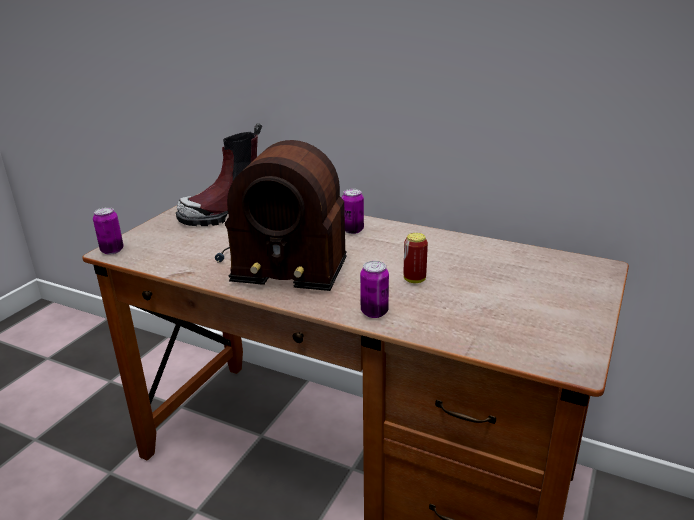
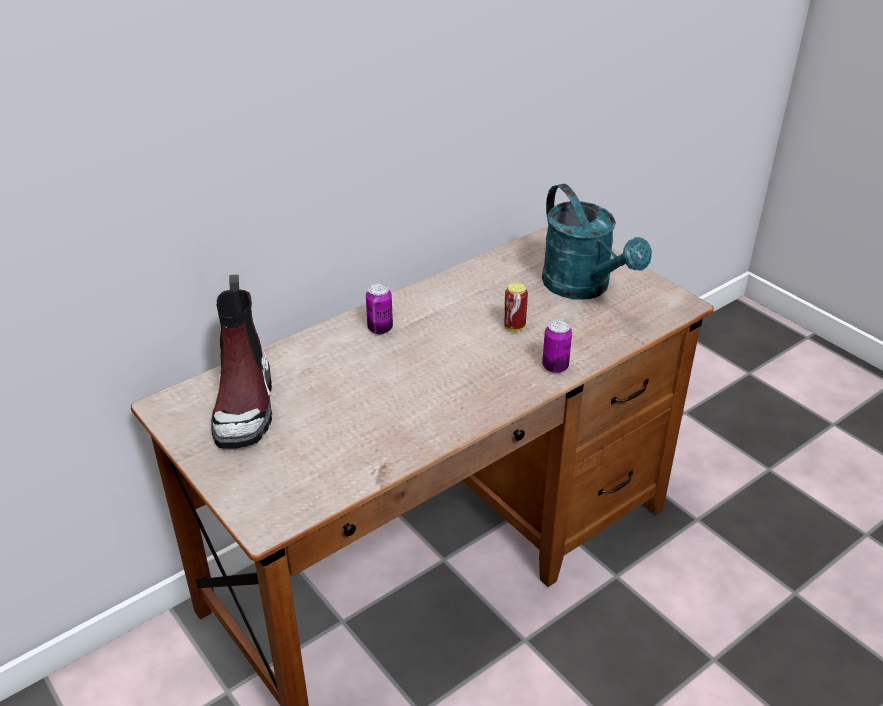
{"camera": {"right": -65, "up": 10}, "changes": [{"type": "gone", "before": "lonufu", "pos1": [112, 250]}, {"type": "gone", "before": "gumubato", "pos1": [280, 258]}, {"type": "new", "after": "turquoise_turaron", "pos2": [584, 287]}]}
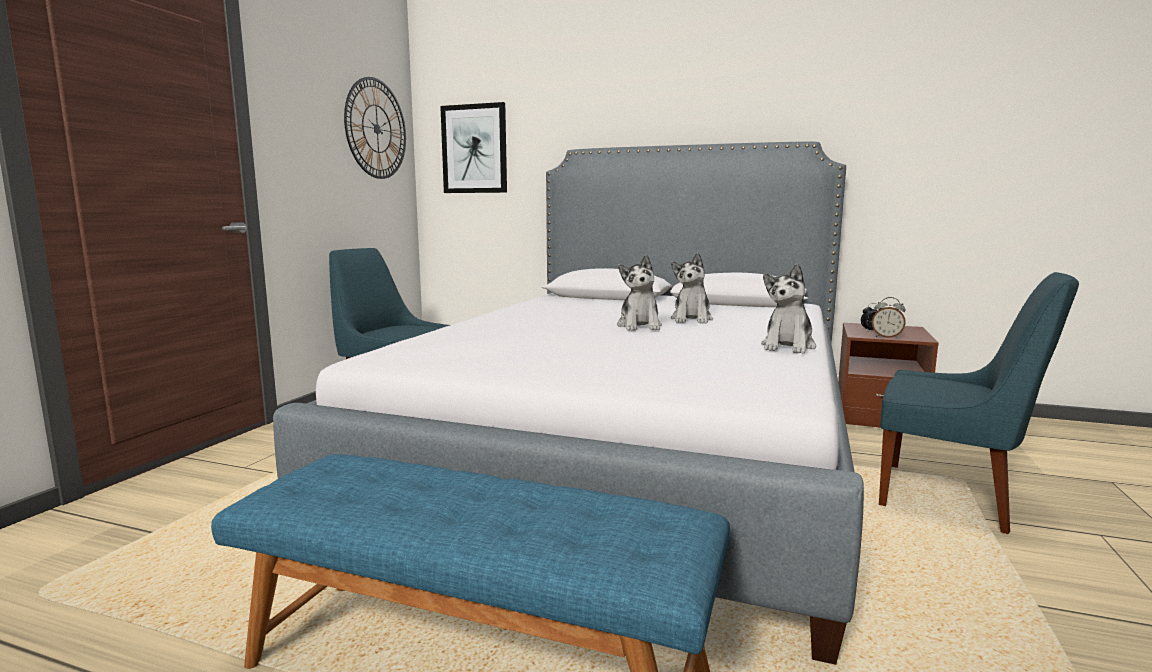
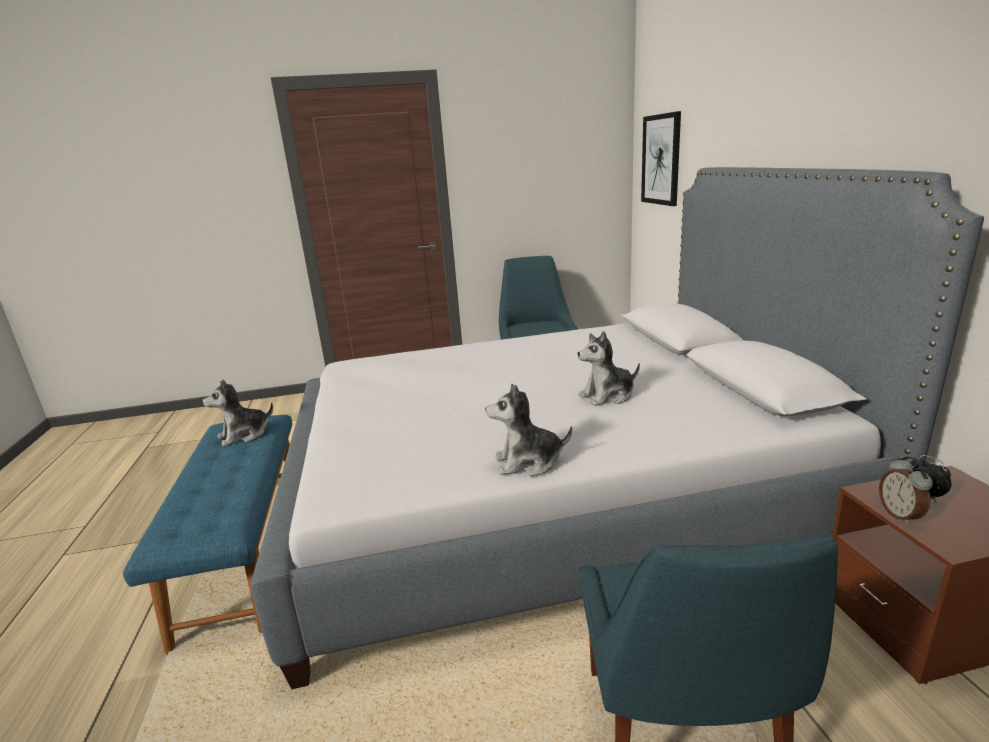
{"camera": {"right": 60, "up": 10}, "changes": [{"type": "gone", "before": "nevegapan", "pos1": [376, 129]}, {"type": "shifted", "before": "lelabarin", "pos1": [639, 326], "pos2": [244, 435]}]}
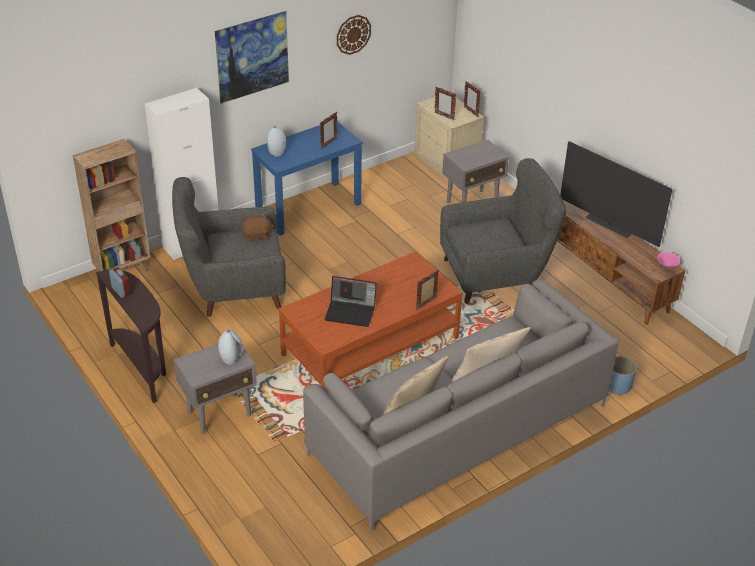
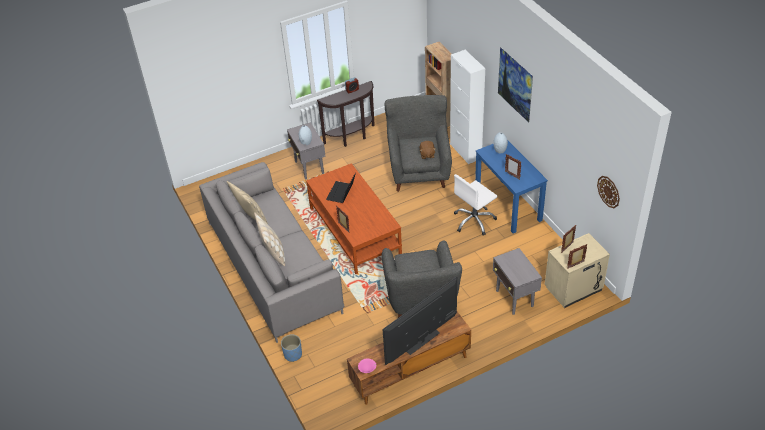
{"camera": {"right": 100, "up": 5}, "changes": [{"type": "shifted", "before": "nevegapan", "pos1": [353, 34], "pos2": [608, 191]}, {"type": "new", "after": "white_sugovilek", "pos2": [474, 221]}]}
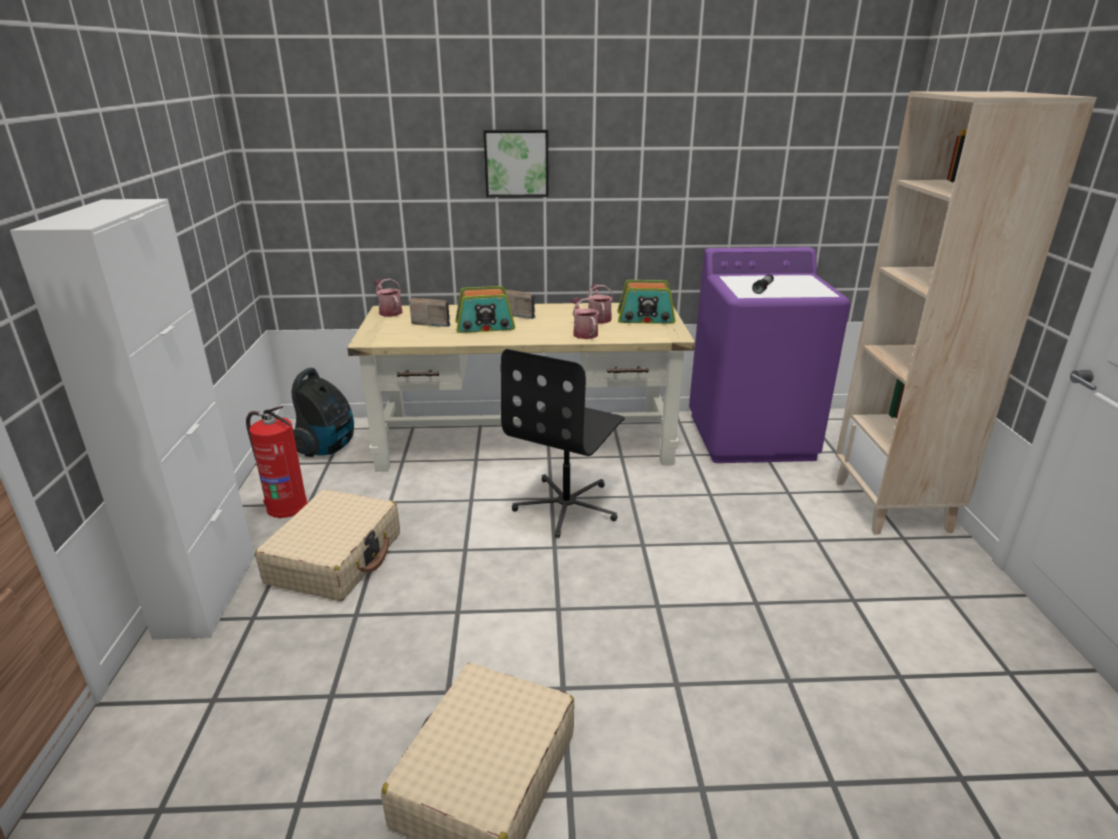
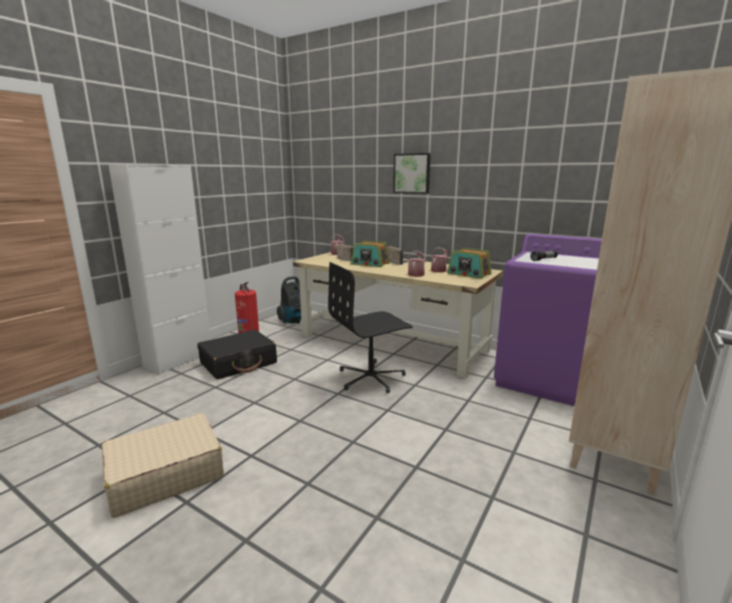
{"camera": {"right": 35, "up": -10}, "changes": [{"type": "repainted", "before": "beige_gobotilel", "after": "black_gobotilel", "pos1": [336, 558], "pos2": [239, 363]}]}
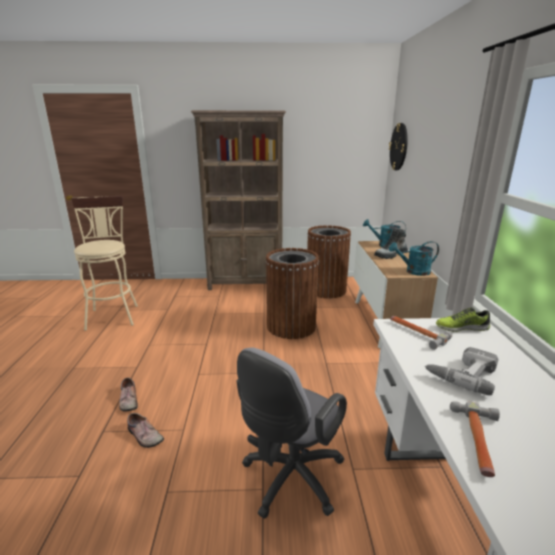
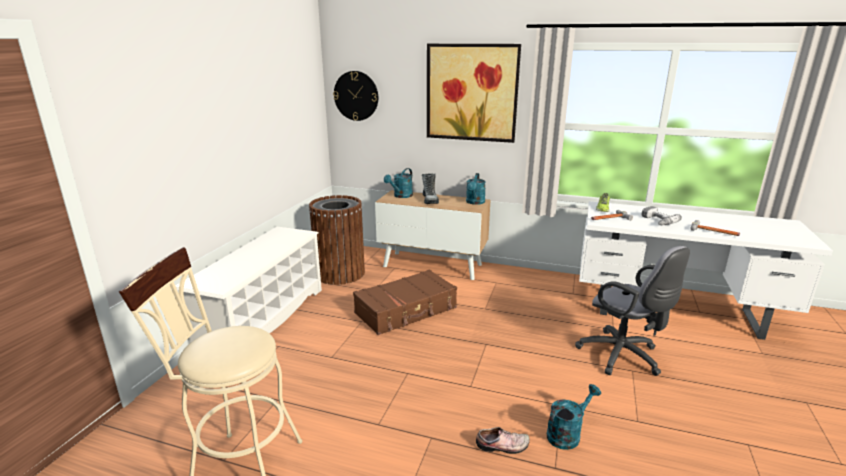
{"camera": {"right": -70, "up": 0}, "changes": [{"type": "swapped", "before": "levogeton", "after": "turquoise_turaron", "pos1": [144, 436], "pos2": [567, 434]}, {"type": "swapped", "before": "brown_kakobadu", "after": "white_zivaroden", "pos1": [246, 284], "pos2": [263, 319]}, {"type": "swapped", "before": "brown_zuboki", "after": "brown_gobotilel", "pos1": [291, 326], "pos2": [406, 311]}, {"type": "new", "after": "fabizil", "pos2": [471, 93]}]}
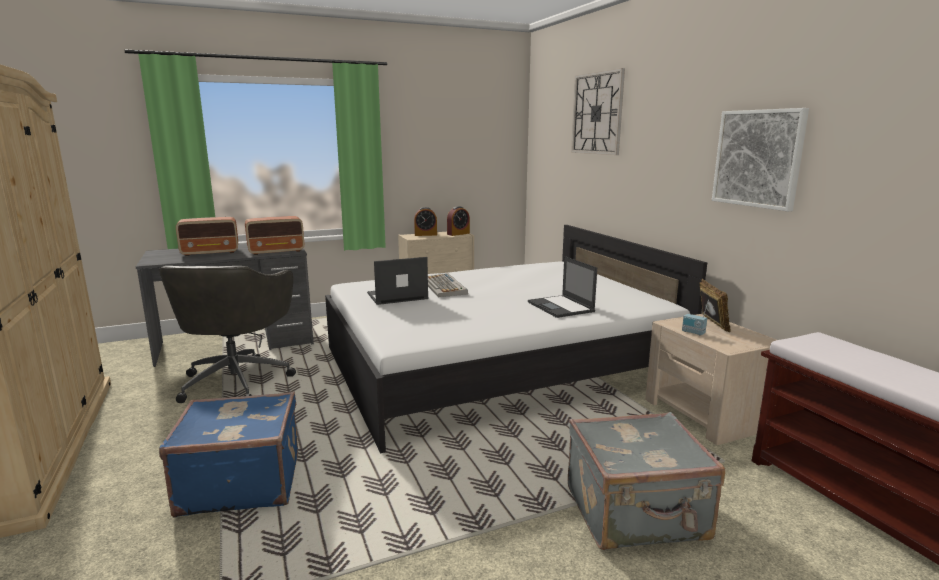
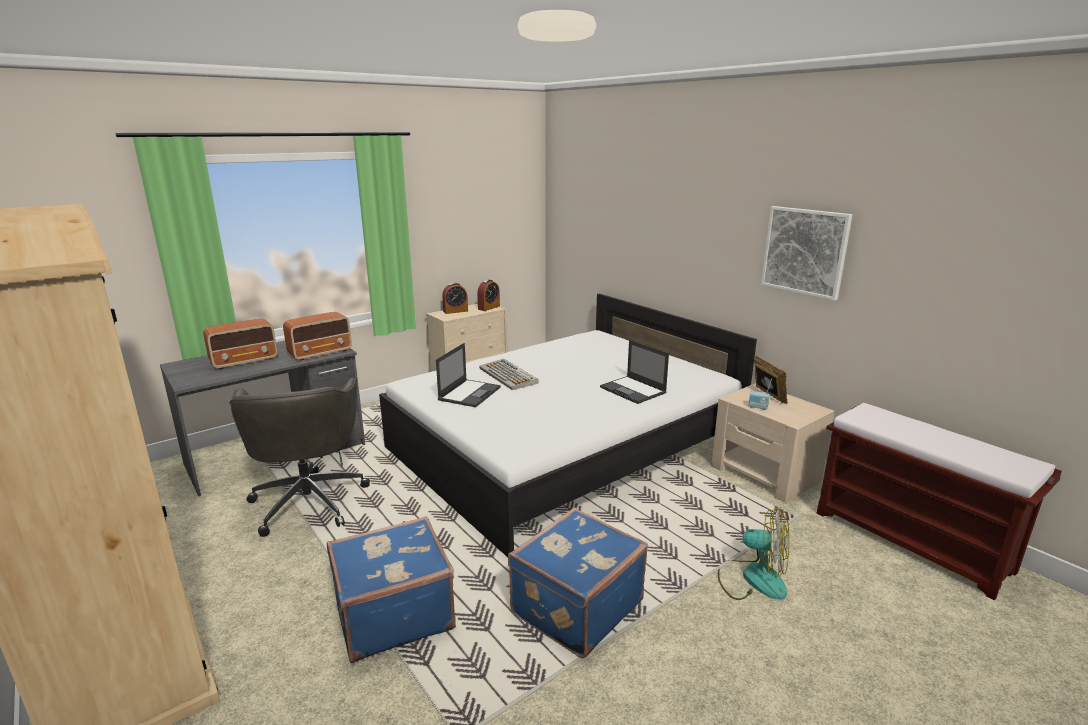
{"camera": {"right": -15, "up": 5}, "changes": [{"type": "rotated", "before": "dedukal", "pos1": [396, 296], "pos2": [470, 393], "turn": 150}, {"type": "swapped", "before": "grey_gobotilel", "after": "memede", "pos1": [636, 514], "pos2": [753, 578]}, {"type": "gone", "before": "nevegapan", "pos1": [597, 113]}, {"type": "new", "after": "blue_gobotilel", "pos2": [574, 607]}]}
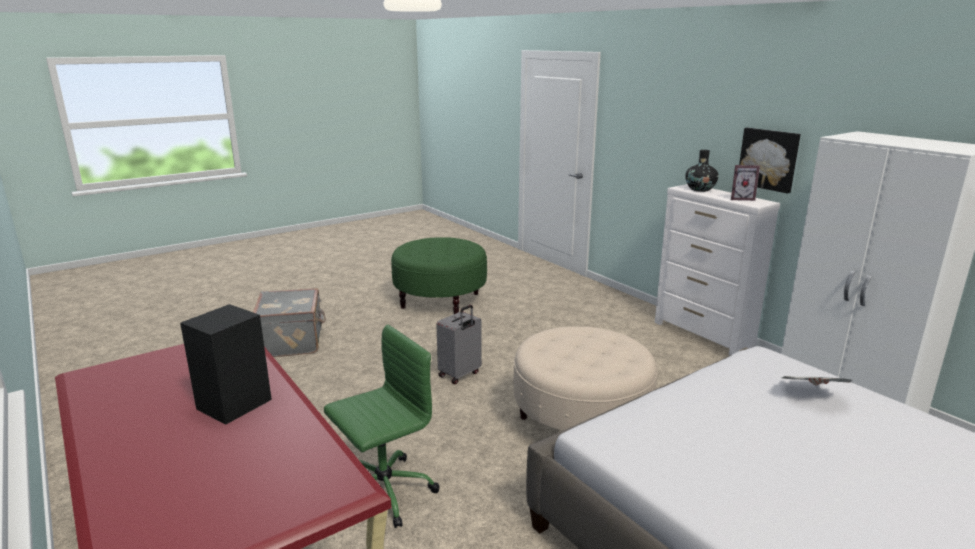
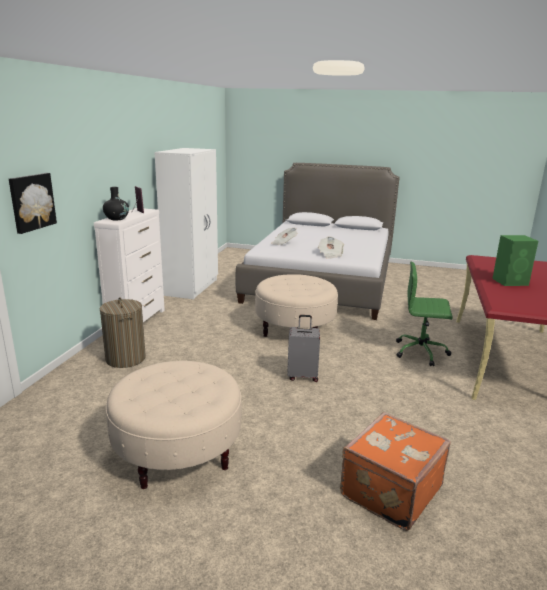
{"camera": {"right": -130, "up": 0}, "changes": [{"type": "repainted", "before": "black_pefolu", "after": "green_pefolu", "pos1": [232, 405], "pos2": [511, 282]}, {"type": "repainted", "before": "grey_gobotilel", "after": "orange_gobotilel", "pos1": [292, 342], "pos2": [389, 490]}, {"type": "repainted", "before": "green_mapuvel", "after": "beige_mapuvel", "pos1": [440, 300], "pos2": [177, 452]}, {"type": "shifted", "before": "fabizil", "pos1": [768, 159], "pos2": [31, 202]}, {"type": "new", "after": "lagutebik", "pos2": [125, 358]}, {"type": "new", "after": "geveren", "pos2": [330, 255]}]}
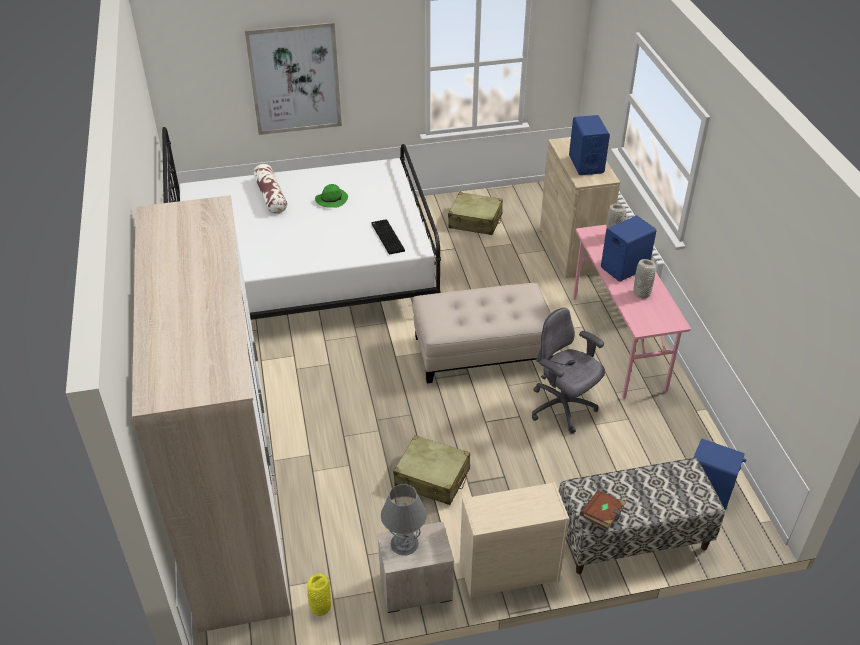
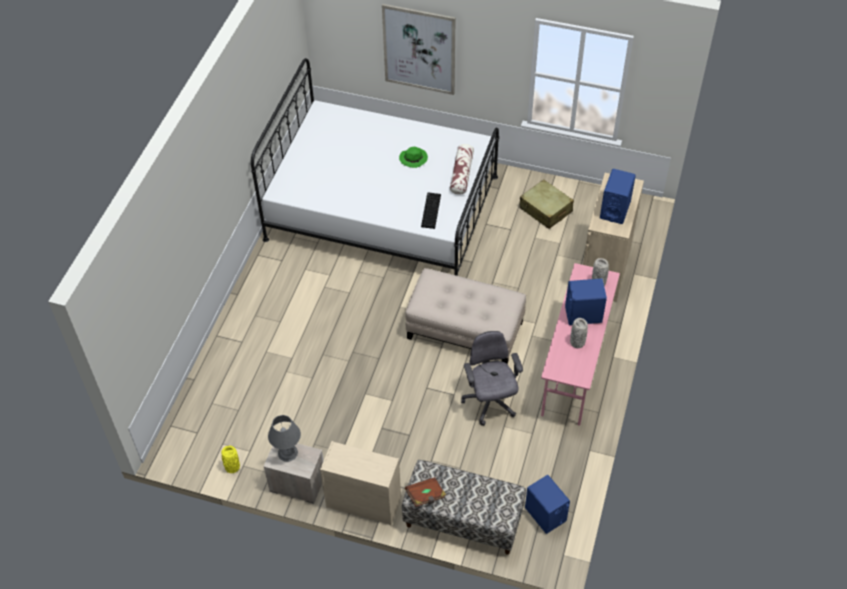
{"camera": {"right": 30, "up": 10}, "changes": [{"type": "gone", "before": "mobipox", "pos1": [236, 509]}, {"type": "shifted", "before": "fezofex", "pos1": [270, 196], "pos2": [461, 174]}, {"type": "gone", "before": "beige_gobotilel", "pos1": [432, 478]}]}
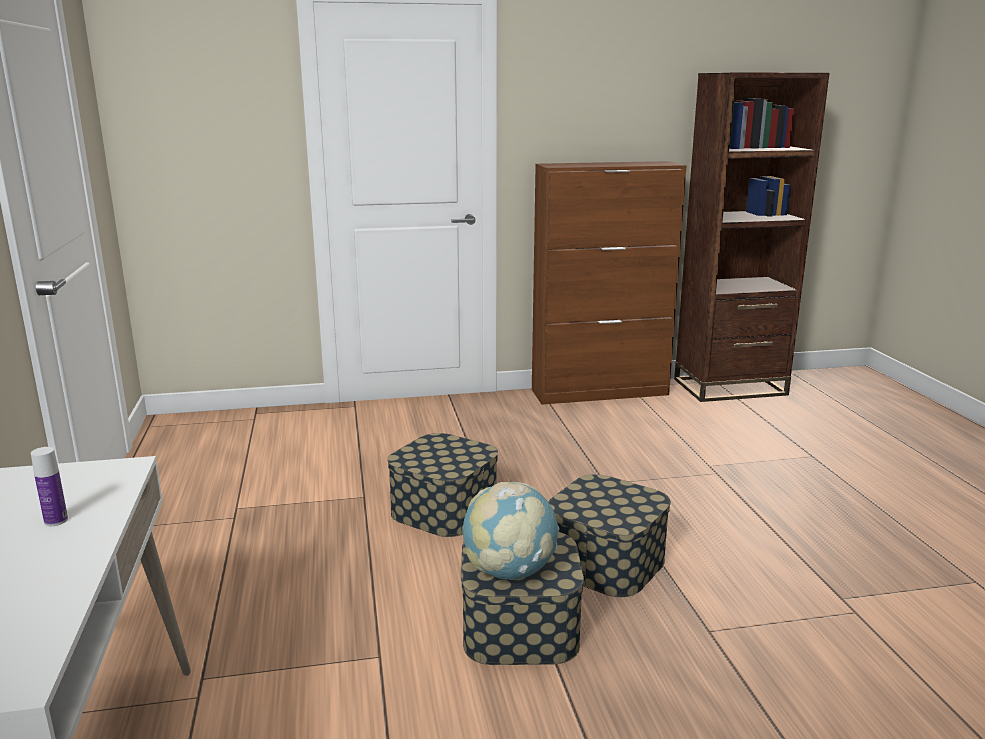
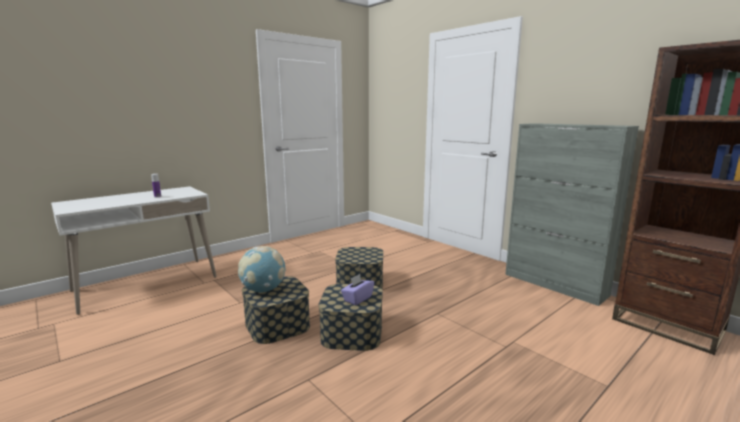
{"camera": {"right": 60, "up": -5}, "changes": [{"type": "repainted", "before": "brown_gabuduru", "after": "grey_gabuduru", "pos1": [600, 392], "pos2": [555, 285]}, {"type": "new", "after": "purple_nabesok", "pos2": [357, 299]}]}
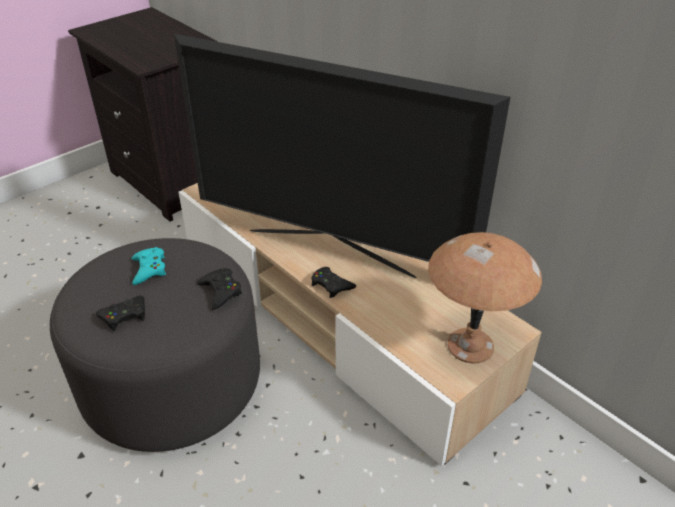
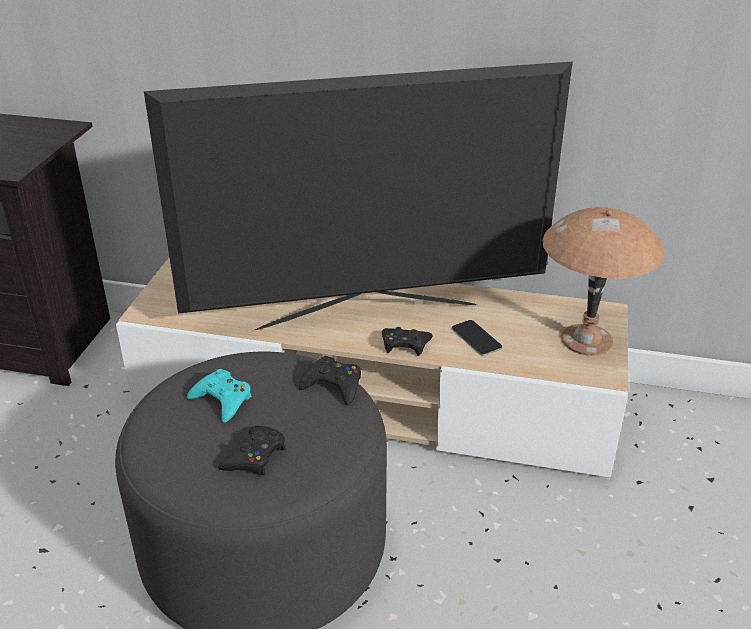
{"camera": {"right": -35, "up": -5}, "changes": [{"type": "new", "after": "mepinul", "pos2": [476, 338]}]}
